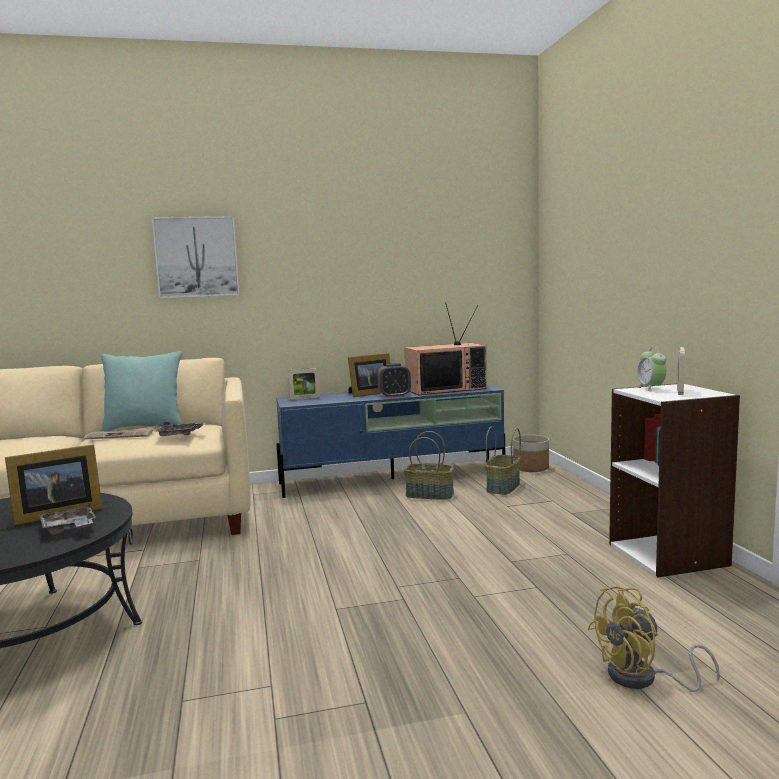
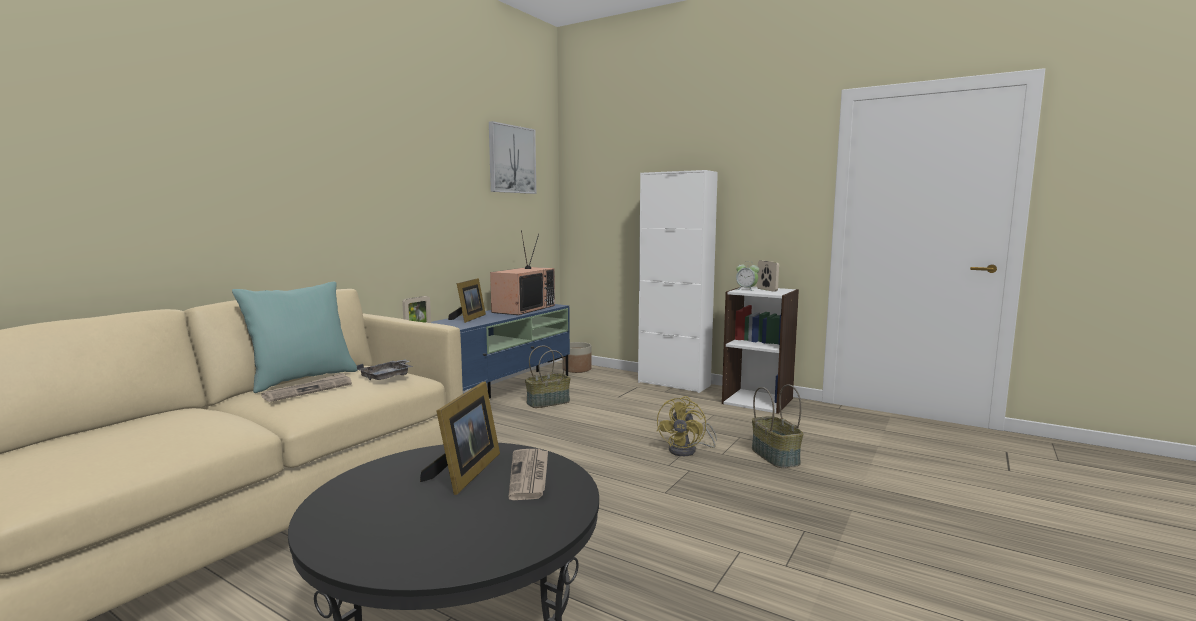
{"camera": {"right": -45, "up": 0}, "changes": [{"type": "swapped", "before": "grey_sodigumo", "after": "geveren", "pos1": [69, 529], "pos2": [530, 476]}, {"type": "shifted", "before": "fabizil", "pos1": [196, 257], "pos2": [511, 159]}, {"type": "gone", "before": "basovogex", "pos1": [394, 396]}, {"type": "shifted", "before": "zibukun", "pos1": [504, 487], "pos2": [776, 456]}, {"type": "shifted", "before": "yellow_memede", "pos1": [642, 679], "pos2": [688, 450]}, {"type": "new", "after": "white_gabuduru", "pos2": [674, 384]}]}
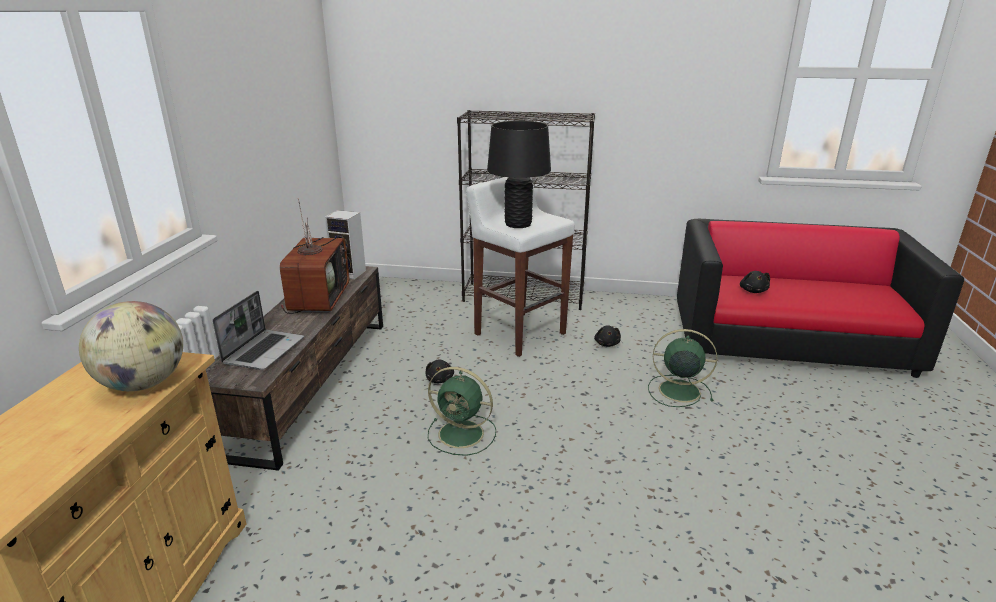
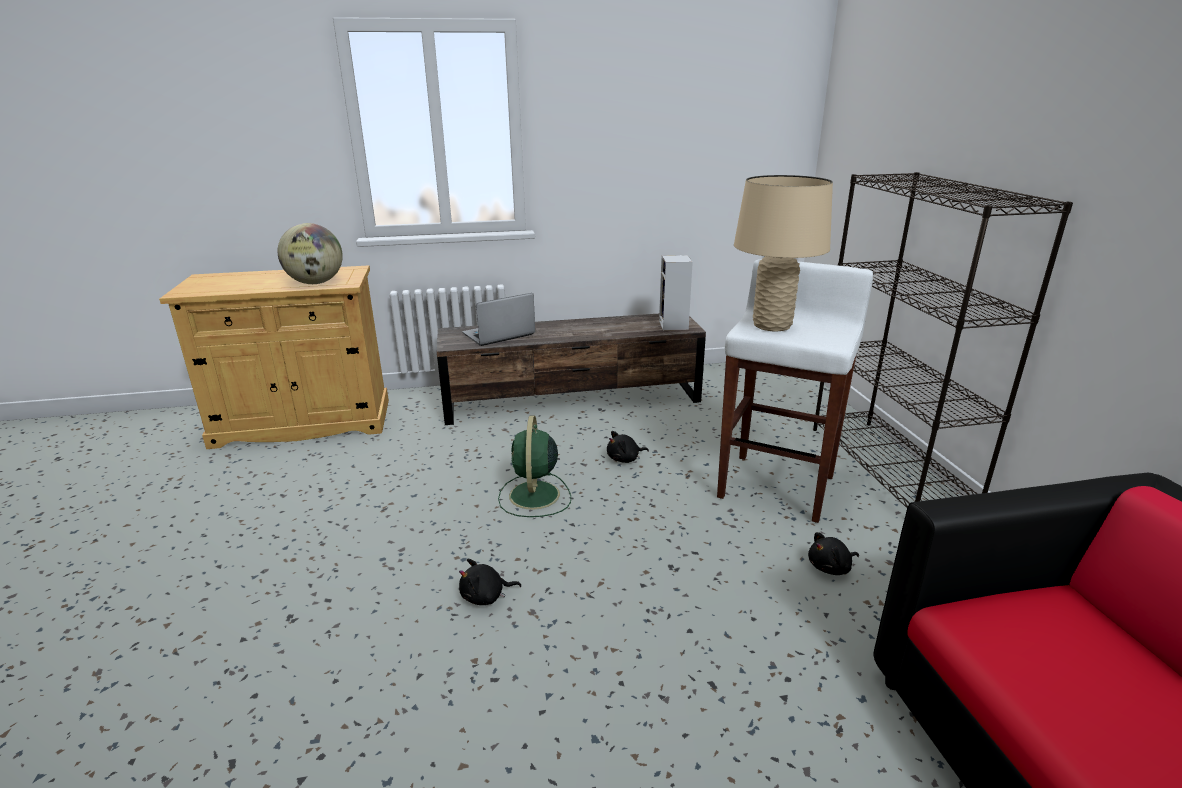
{"camera": {"right": 70, "up": 0}, "changes": [{"type": "rotated", "before": "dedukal", "pos1": [264, 350], "pos2": [498, 335], "turn": 150}, {"type": "gone", "before": "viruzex", "pos1": [318, 299]}, {"type": "repainted", "before": "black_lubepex", "after": "beige_lubepex", "pos1": [518, 224], "pos2": [771, 325]}, {"type": "gone", "before": "green_memede", "pos1": [677, 390]}, {"type": "shifted", "before": "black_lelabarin", "pos1": [753, 291], "pos2": [486, 596]}]}
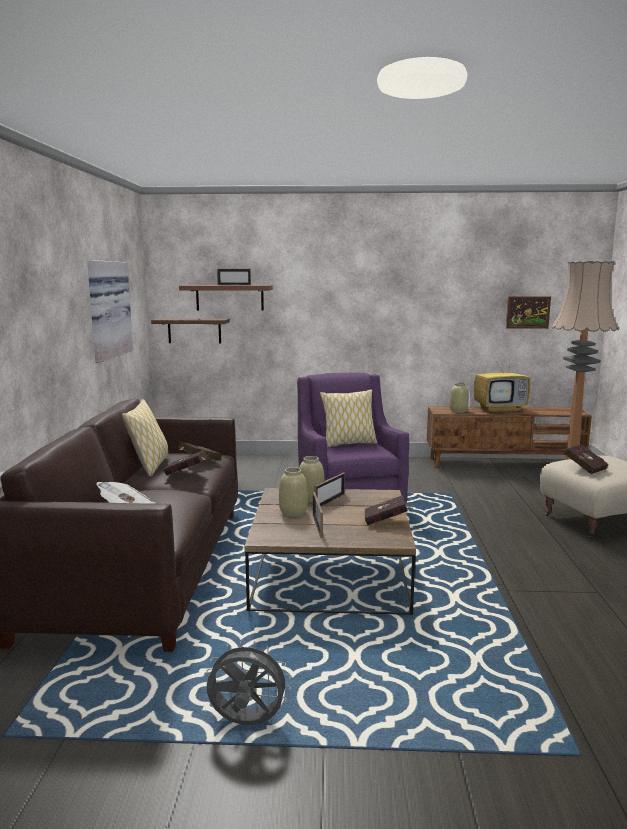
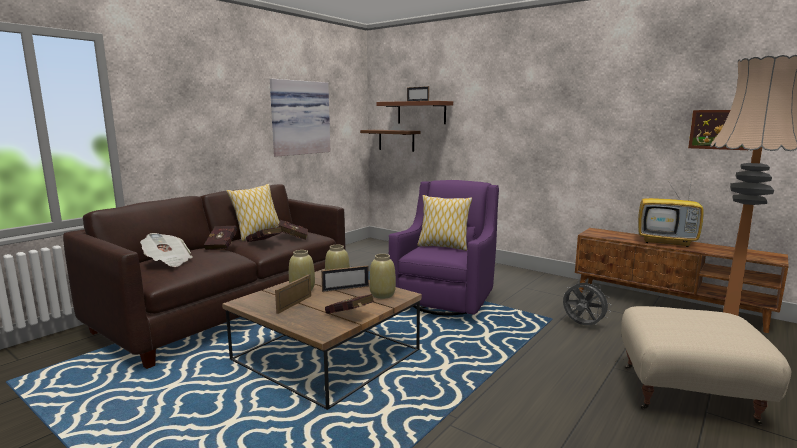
{"camera": {"right": 35, "up": 0}, "changes": [{"type": "shifted", "before": "grey_memede", "pos1": [246, 723], "pos2": [582, 325]}, {"type": "shifted", "before": "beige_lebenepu", "pos1": [458, 411], "pos2": [382, 295]}, {"type": "shifted", "before": "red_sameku", "pos1": [584, 467], "pos2": [222, 246]}]}
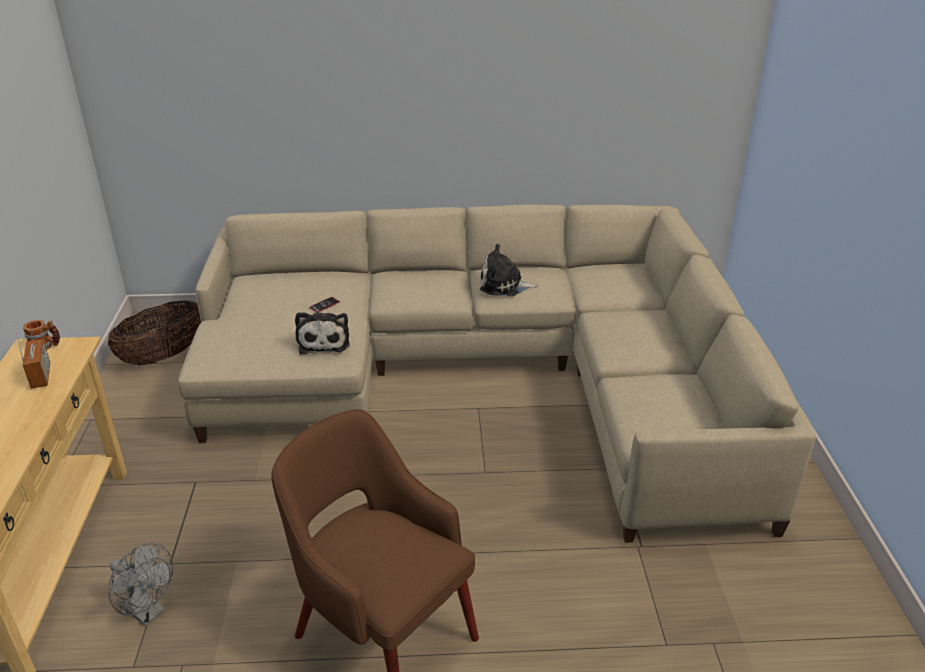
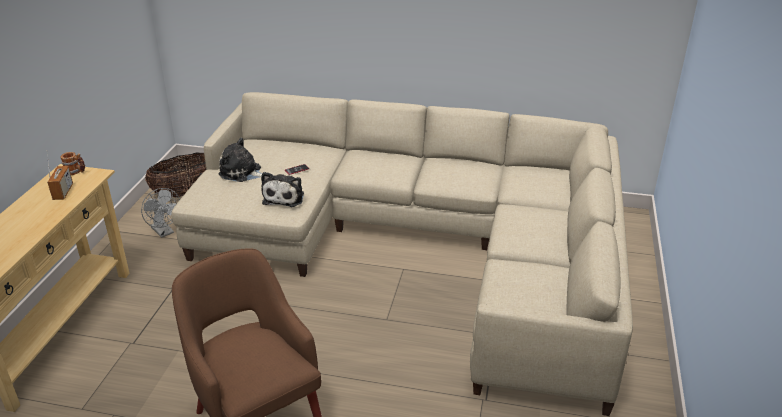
{"camera": {"right": 15, "up": 0}, "changes": [{"type": "shifted", "before": "grey_memede", "pos1": [148, 612], "pos2": [164, 232]}, {"type": "shifted", "before": "lelabarin", "pos1": [504, 286], "pos2": [242, 173]}]}
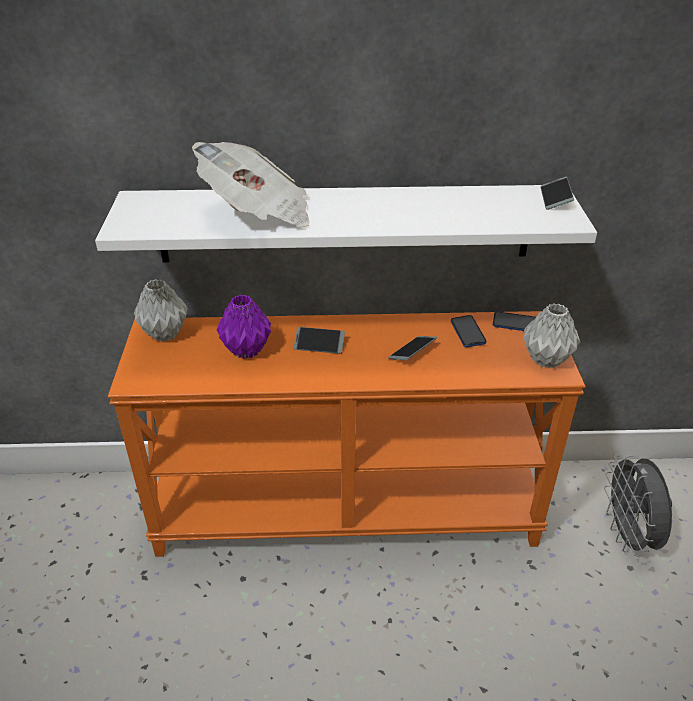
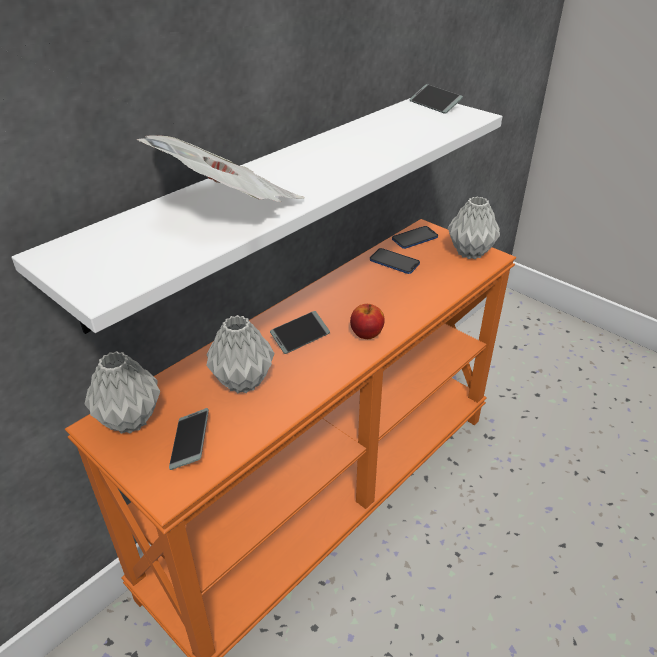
{"camera": {"right": -45, "up": 0}, "changes": [{"type": "repainted", "before": "purple_lebenepu", "after": "grey_lebenepu", "pos1": [247, 350], "pos2": [243, 381]}, {"type": "shifted", "before": "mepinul", "pos1": [412, 352], "pos2": [190, 443]}, {"type": "gone", "before": "grey_memede", "pos1": [628, 536]}, {"type": "new", "after": "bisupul", "pos2": [366, 334]}]}
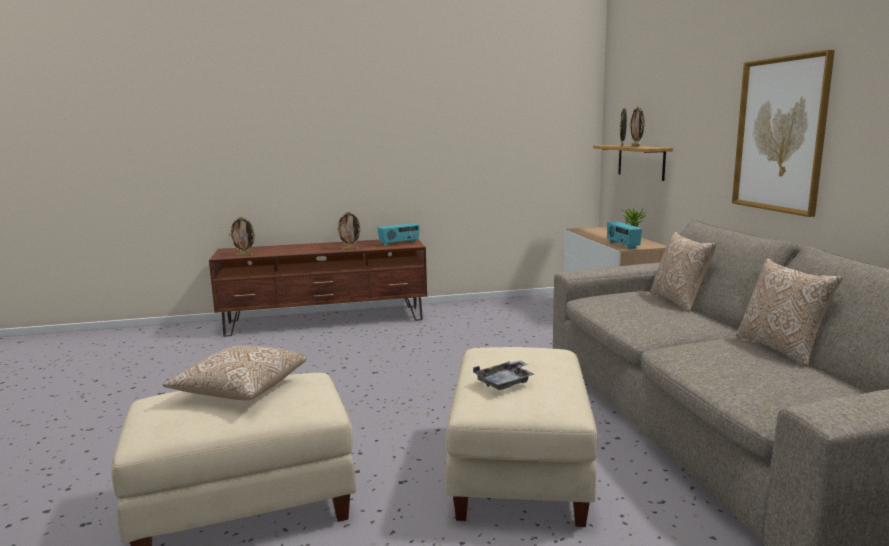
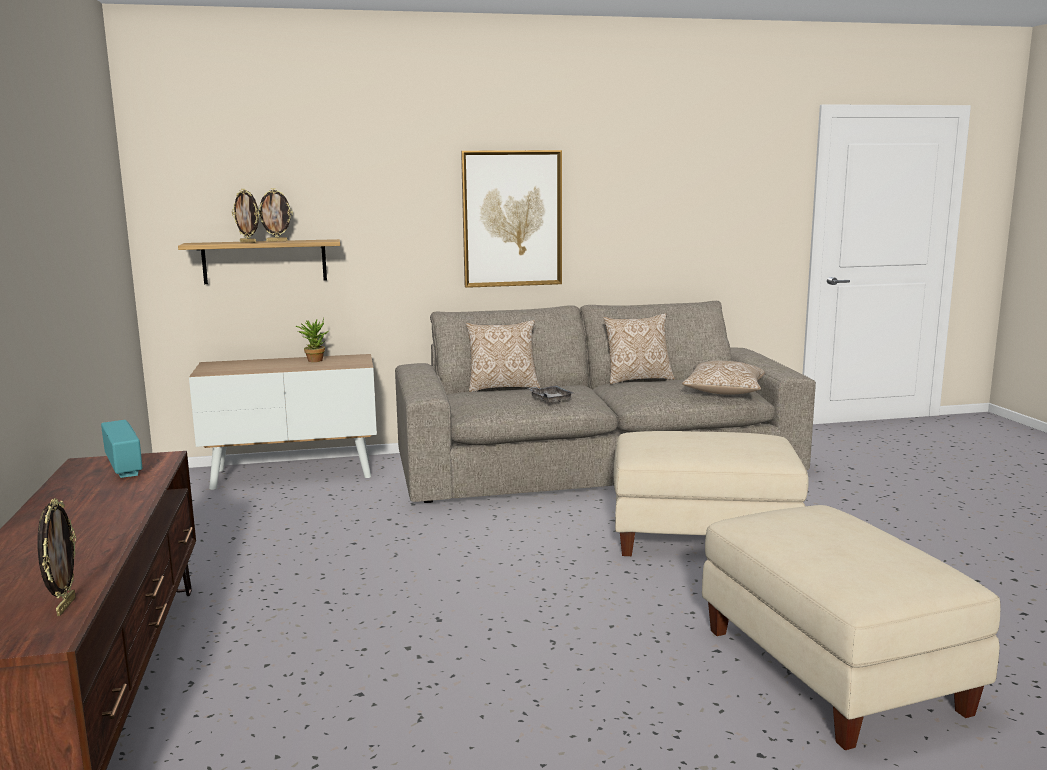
{"camera": {"right": -90, "up": 0}, "changes": [{"type": "shifted", "before": "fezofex", "pos1": [241, 390], "pos2": [724, 392]}, {"type": "gone", "before": "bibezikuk", "pos1": [350, 249]}, {"type": "shifted", "before": "grey_sodigumo", "pos1": [505, 382], "pos2": [550, 399]}, {"type": "gone", "before": "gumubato", "pos1": [622, 245]}]}
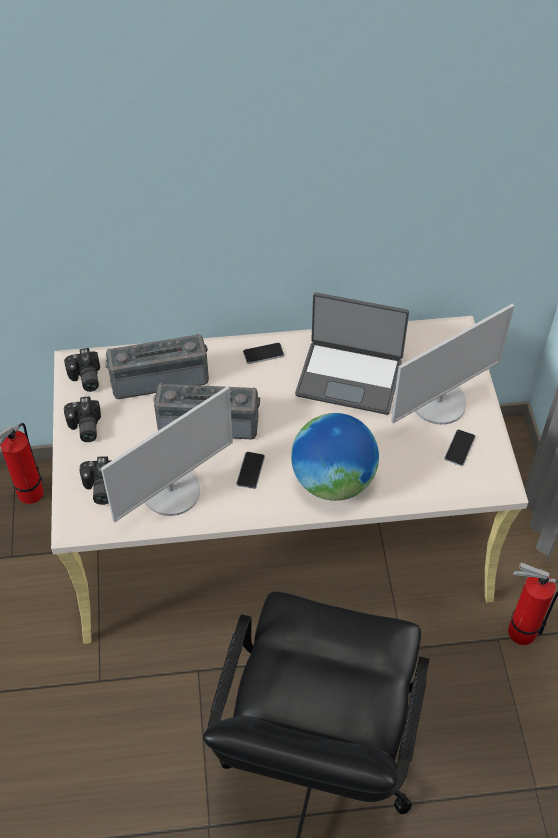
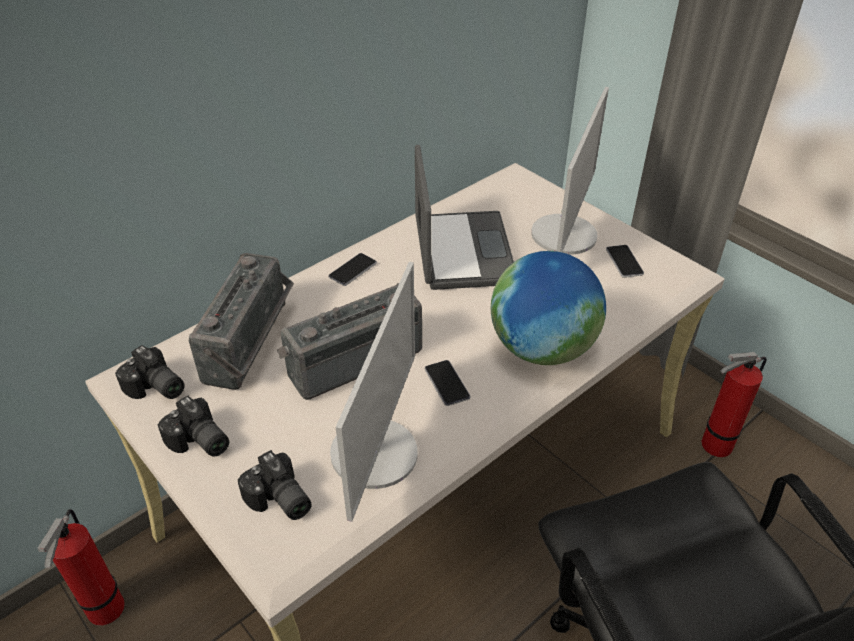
{"camera": {"right": -35, "up": -10}, "changes": [{"type": "rotated", "before": "gumubato", "pos1": [159, 377], "pos2": [252, 344], "turn": 150}, {"type": "rotated", "before": "dedukal", "pos1": [350, 377], "pos2": [461, 251], "turn": -75}]}
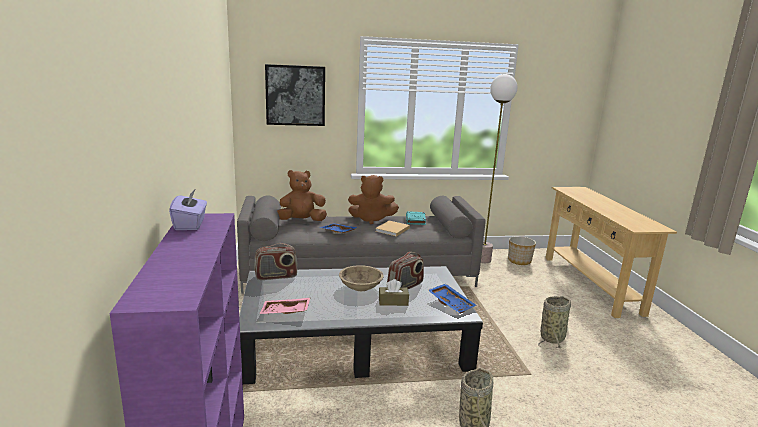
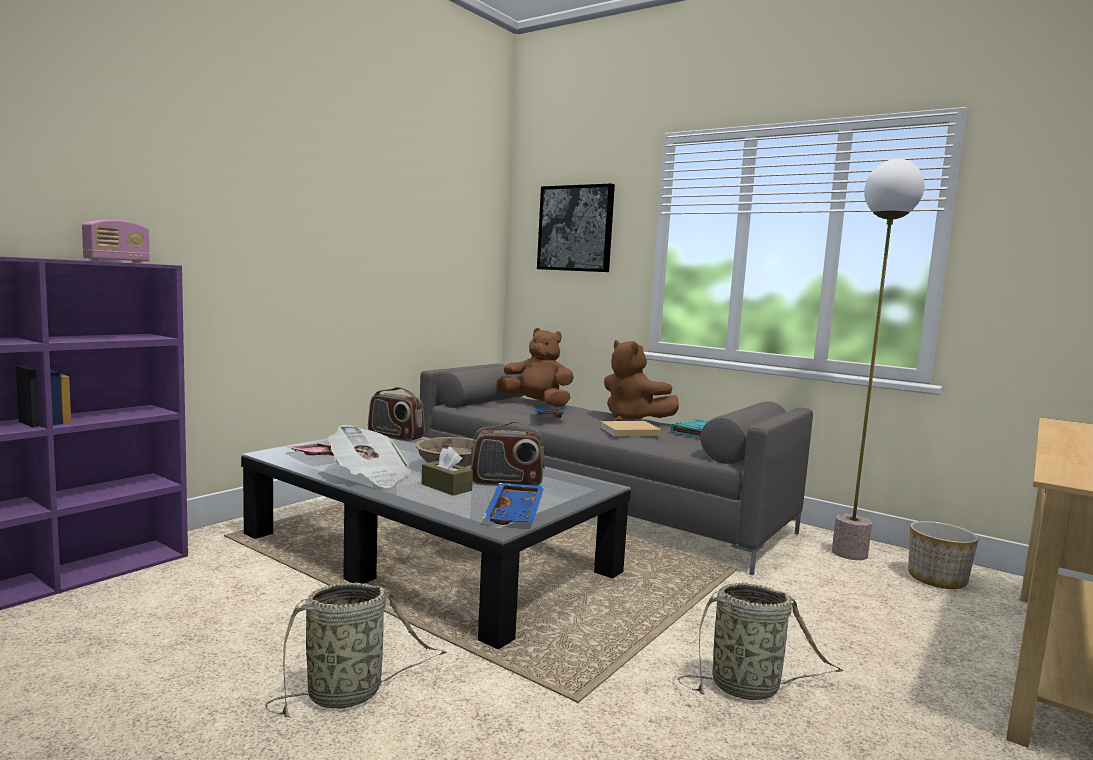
{"camera": {"right": 45, "up": -10}, "changes": [{"type": "swapped", "before": "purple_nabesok", "after": "gumubato", "pos1": [190, 224], "pos2": [117, 261]}, {"type": "new", "after": "geveren", "pos2": [370, 477]}]}
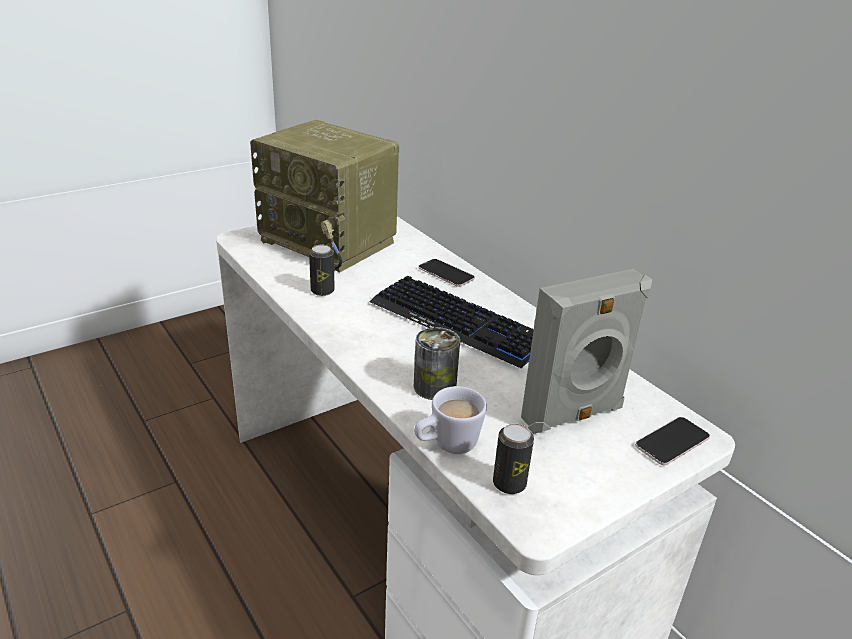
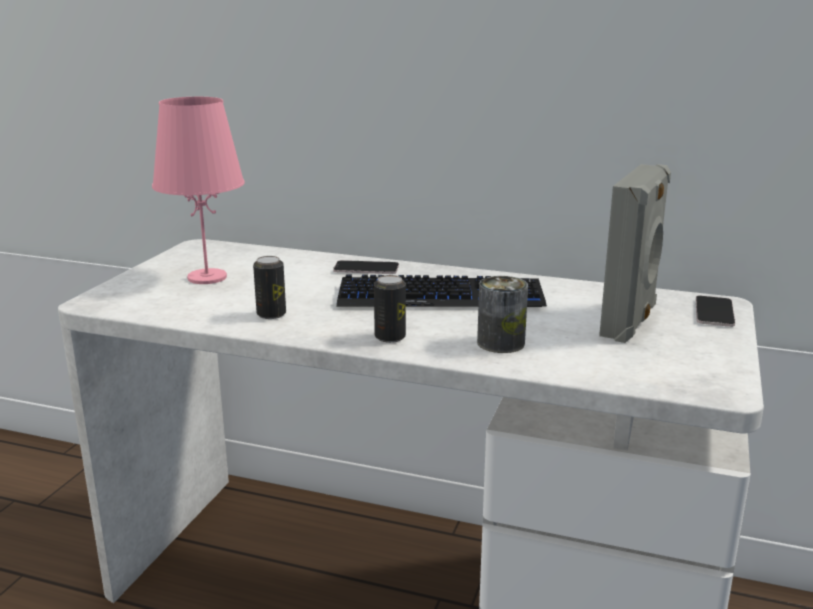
{"camera": {"right": -35, "up": -10}, "changes": [{"type": "swapped", "before": "gumubato", "after": "pink_lubepex", "pos1": [330, 241], "pos2": [207, 277]}, {"type": "gone", "before": "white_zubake", "pos1": [446, 445]}, {"type": "shifted", "before": "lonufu", "pos1": [509, 483], "pos2": [390, 337]}]}
